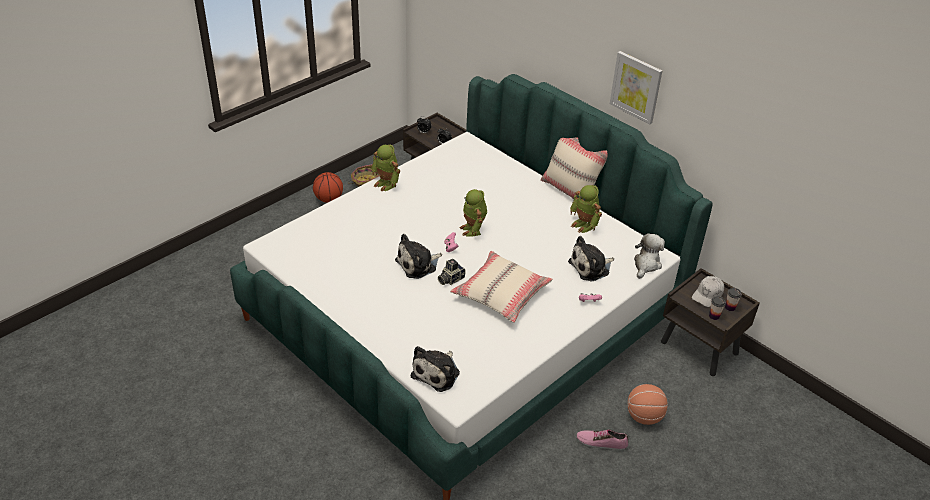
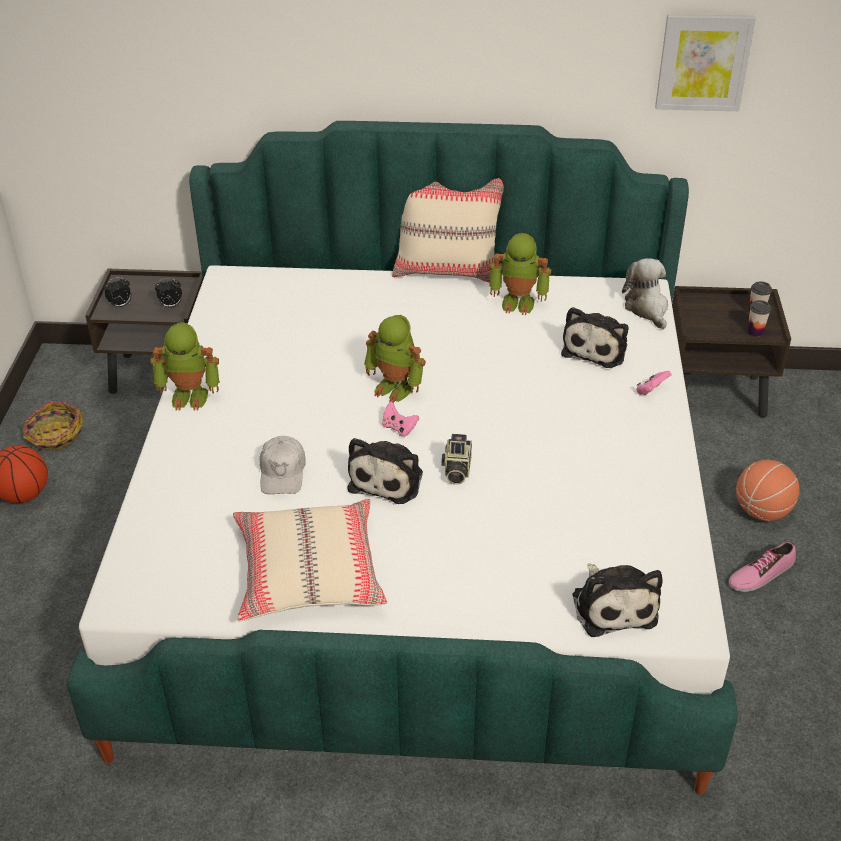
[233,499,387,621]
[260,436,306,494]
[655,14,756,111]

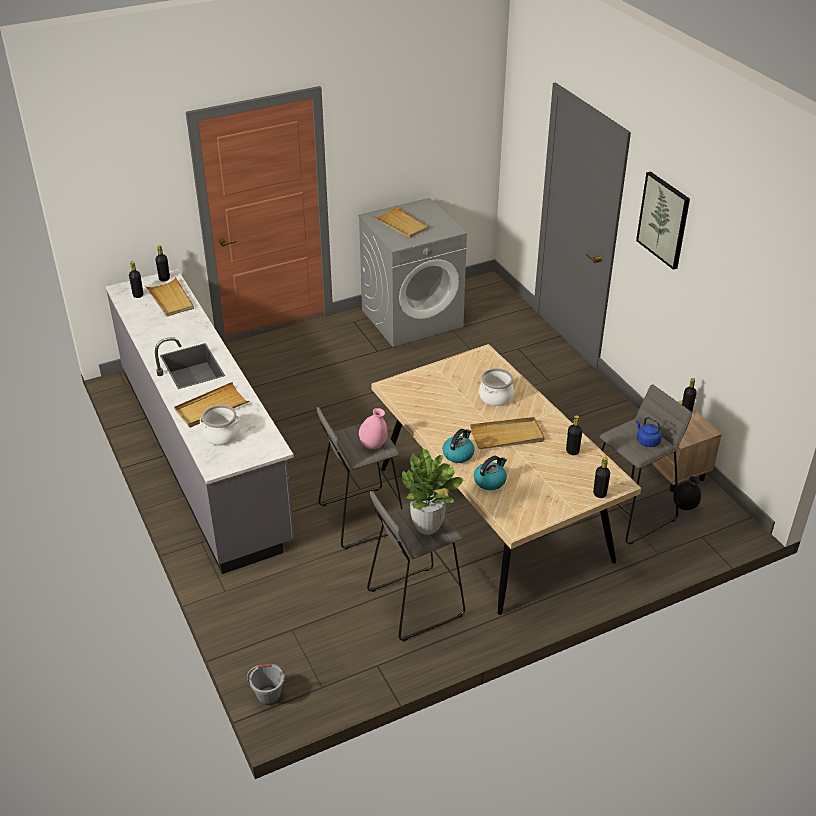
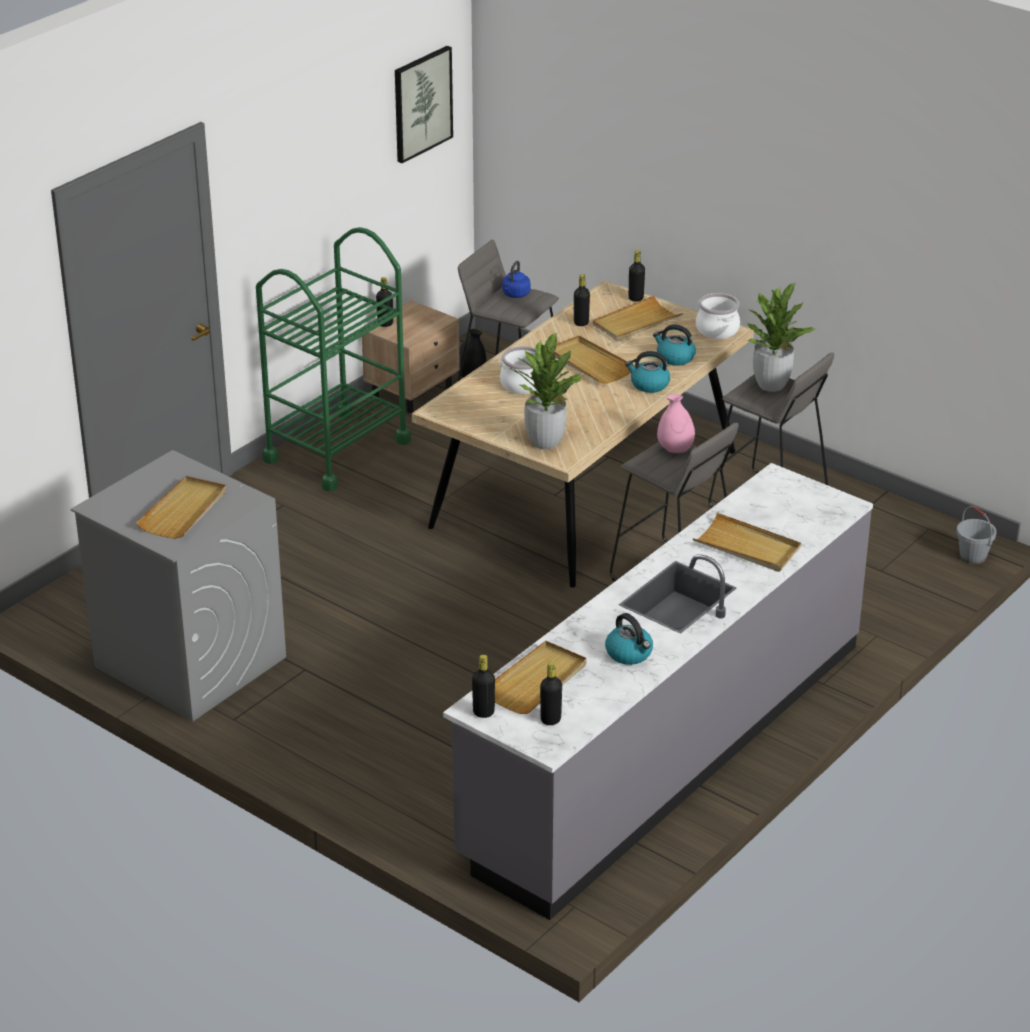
[256,227,411,492]
[395,46,453,163]
[510,333,583,449]
[593,295,683,341]
[605,613,653,665]
[696,293,740,339]

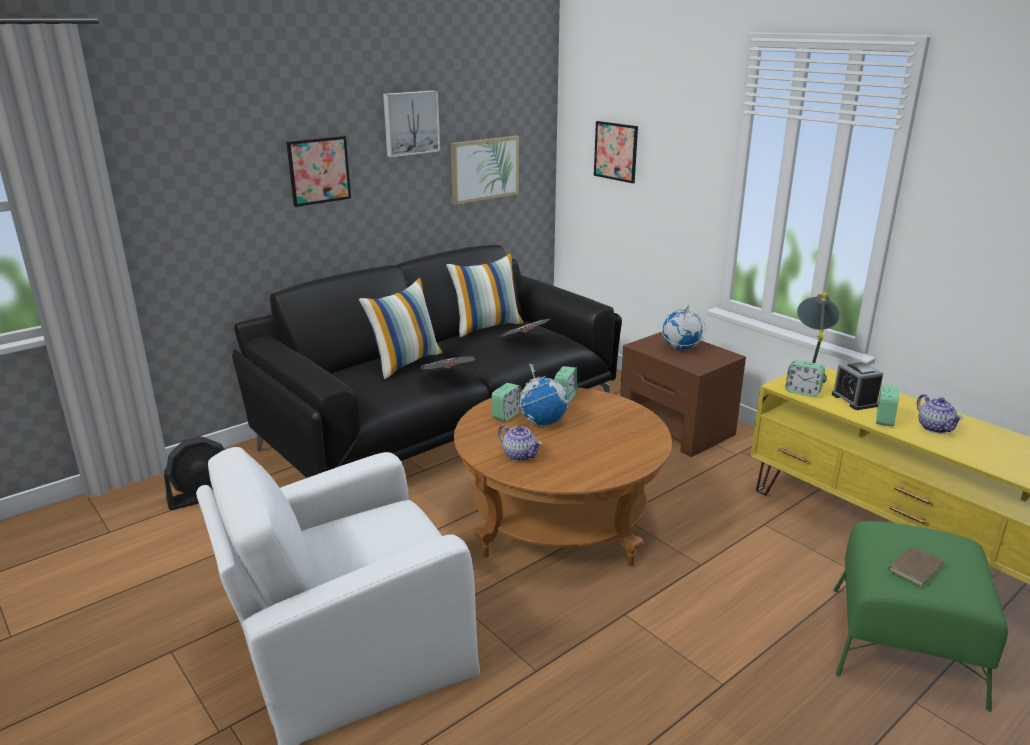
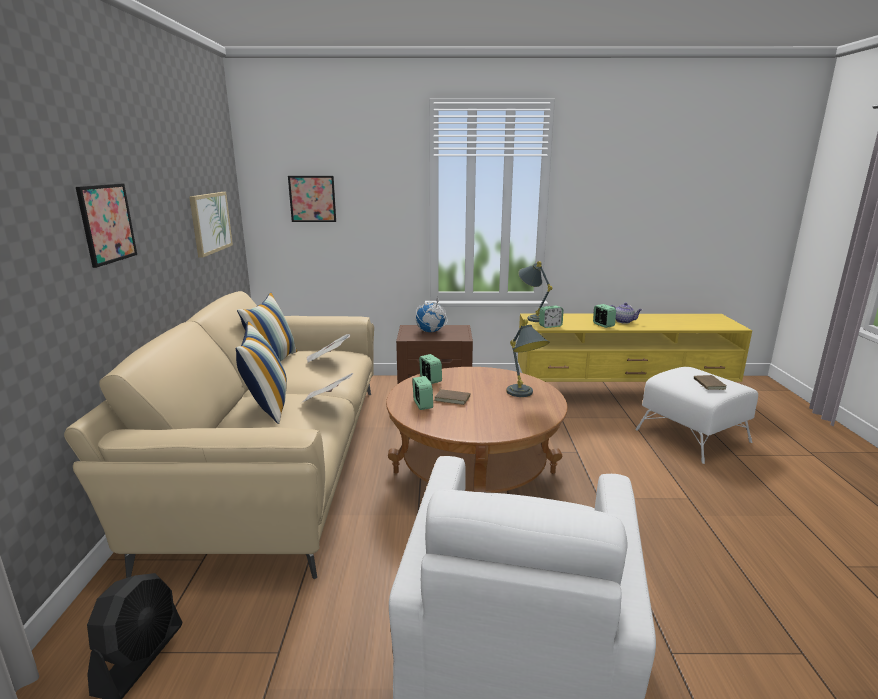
[64,291,374,579]
[434,387,470,405]
[507,319,549,397]
[635,367,758,464]
[383,90,440,157] (first image)
[498,425,542,461] (first image)
[832,361,883,410] (first image)

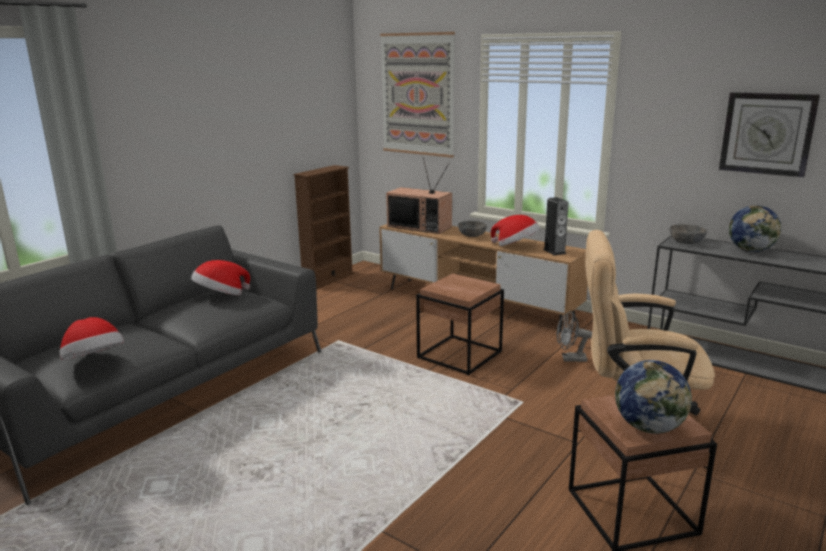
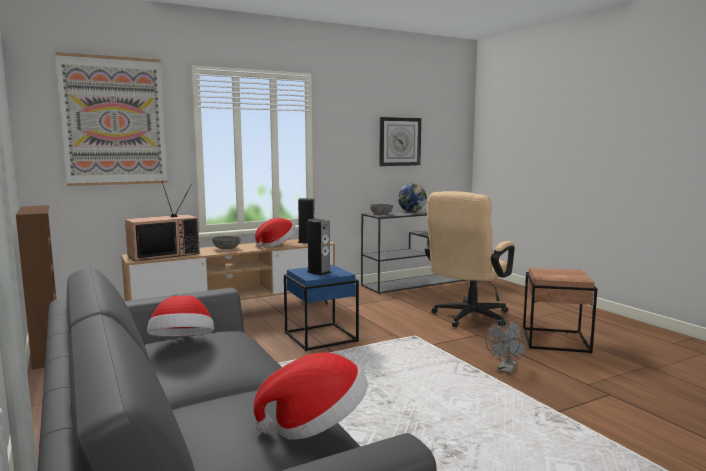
[284,265,359,351]
[307,219,331,275]
[485,319,528,374]
[615,360,692,434] (first image)

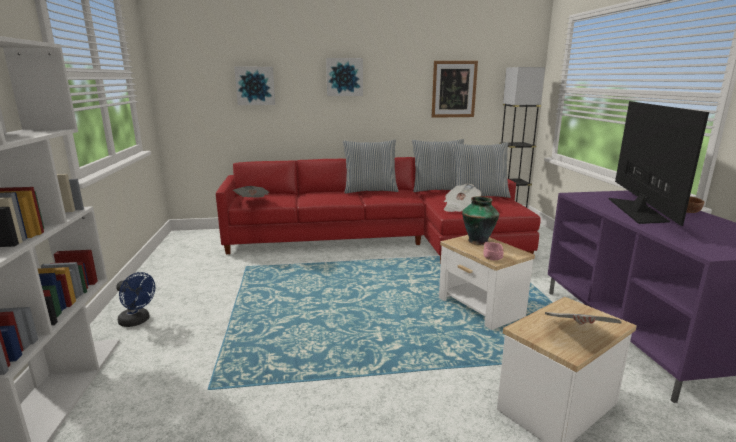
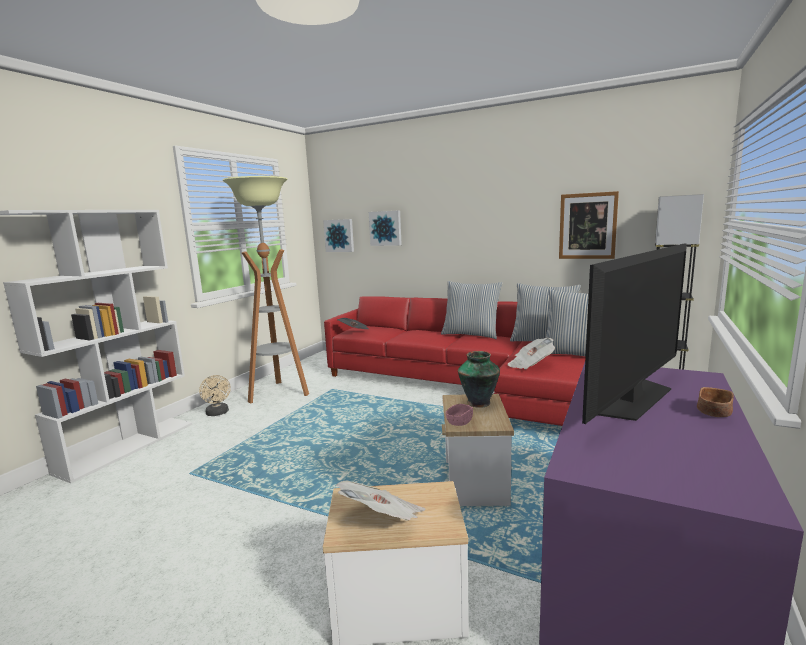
[199,375,231,416]
[223,176,309,404]
[323,219,354,252]

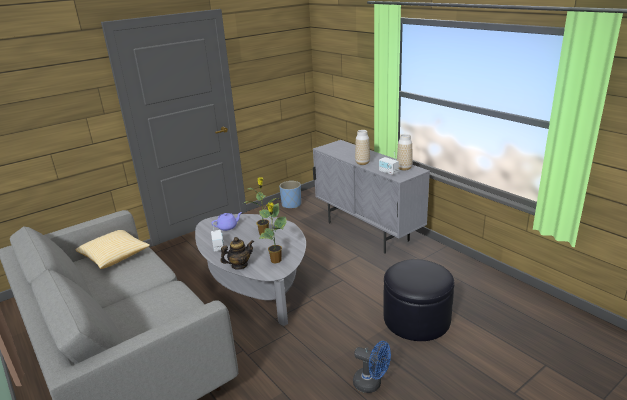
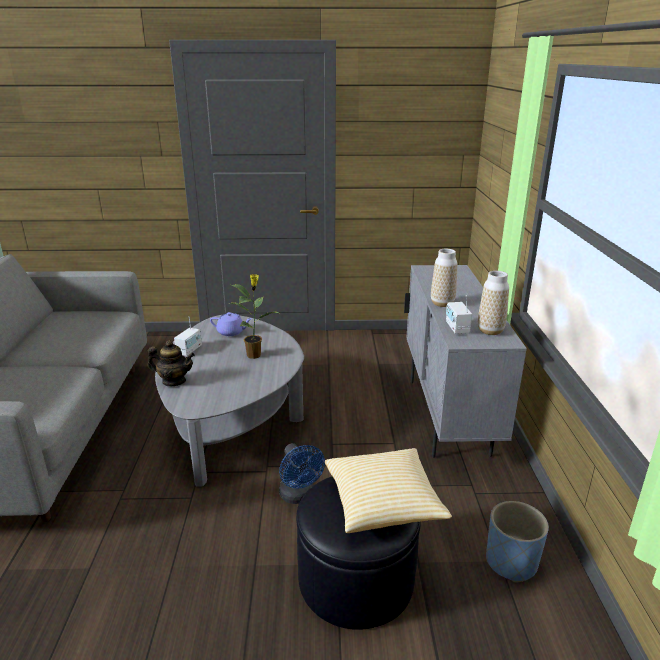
[279,443,325,504]
[325,448,452,533]
[486,501,549,582]
[259,202,287,263] (first image)

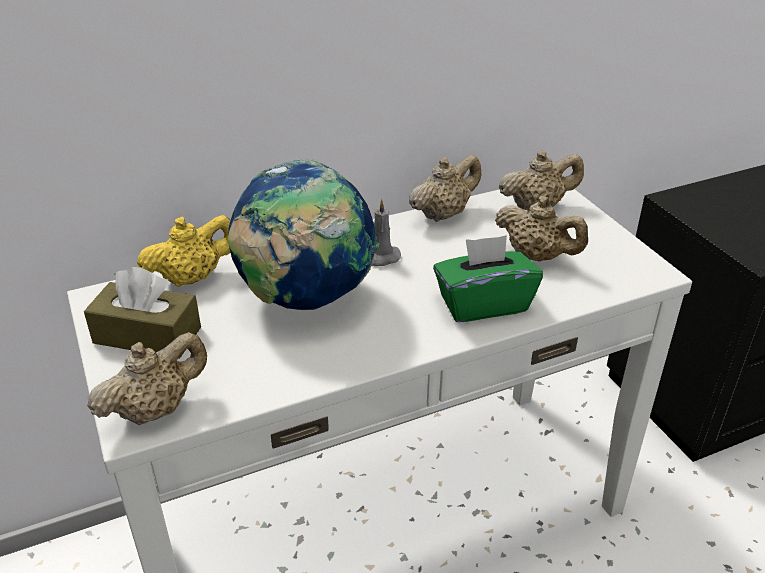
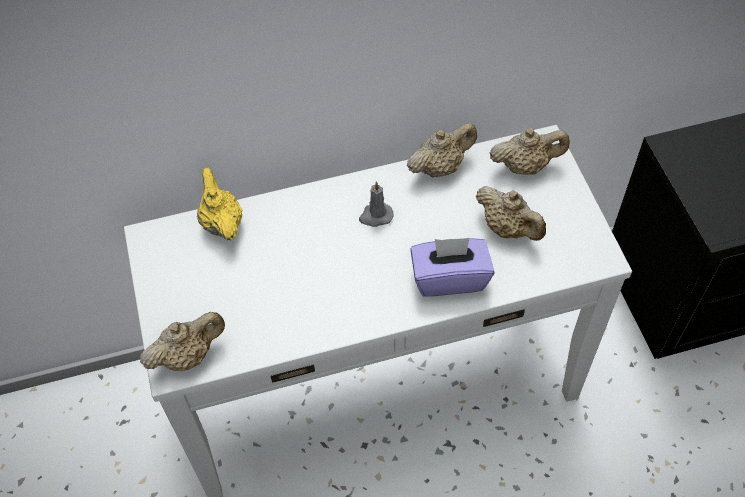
[197,167,242,241]
[410,238,494,297]
[84,267,201,359] (first image)
[228,159,379,311] (first image)

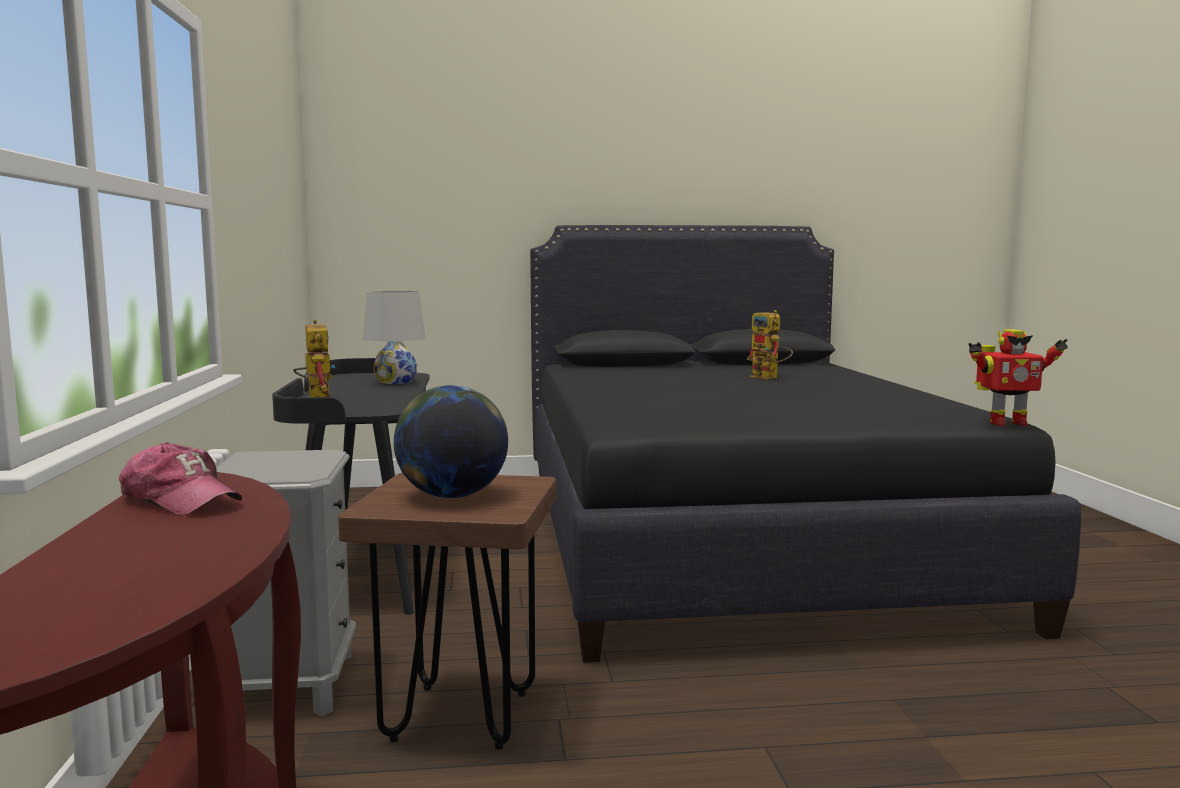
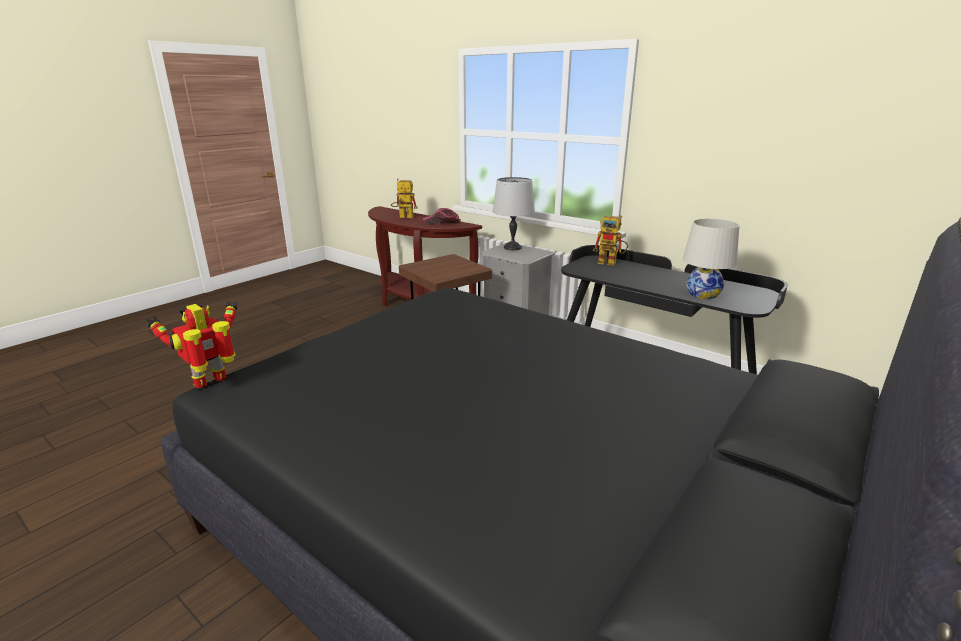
[391,179,418,218]
[493,177,535,250]
[394,385,508,498] (first image)

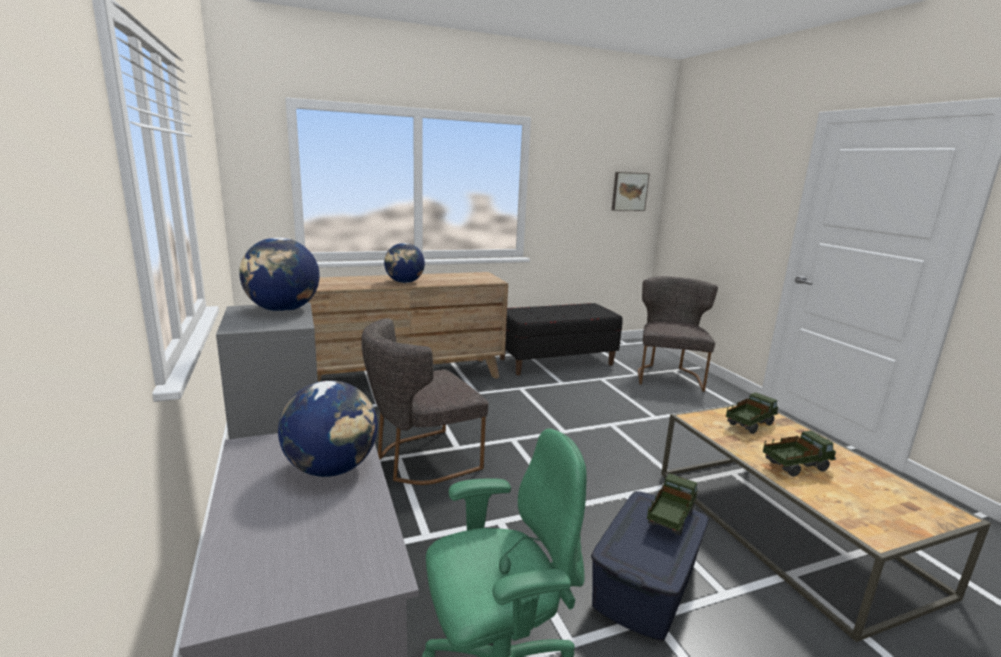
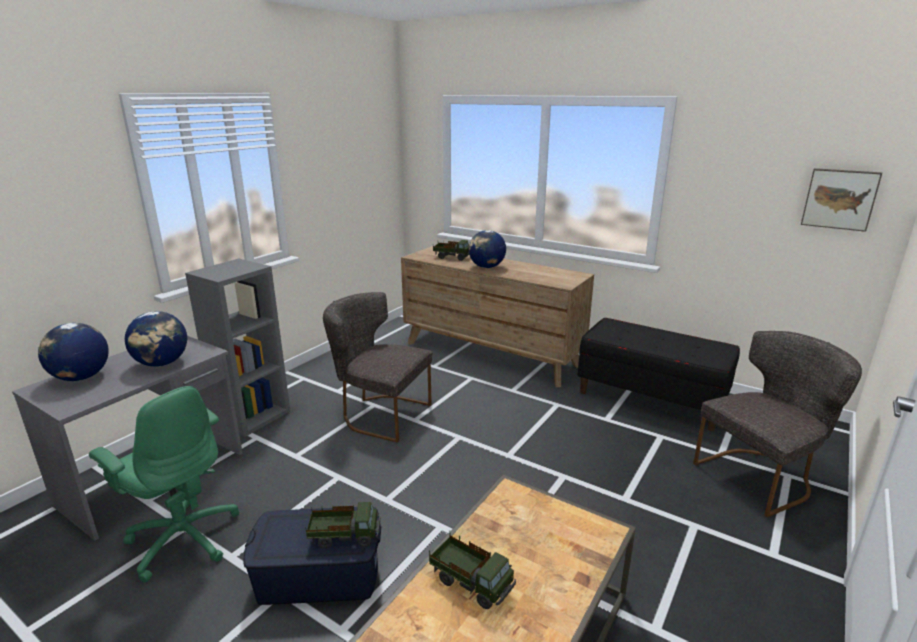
[38,323,109,381]
[433,240,469,261]

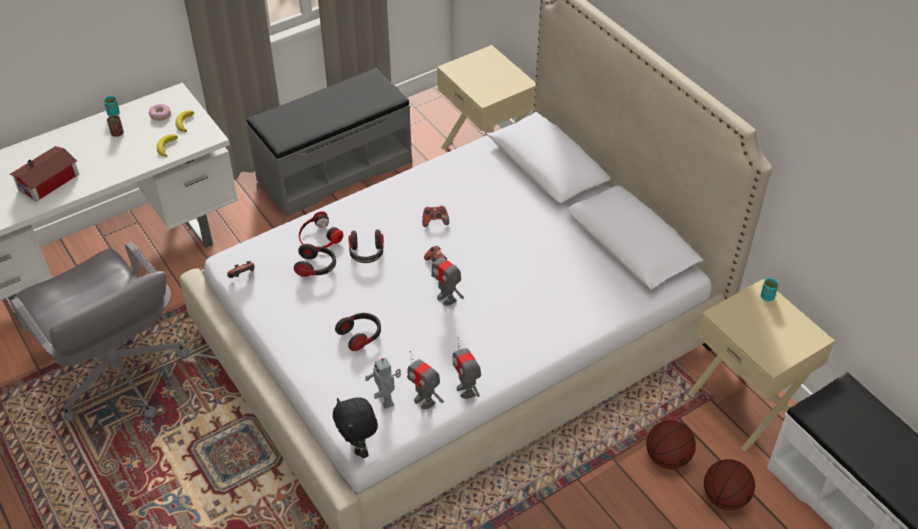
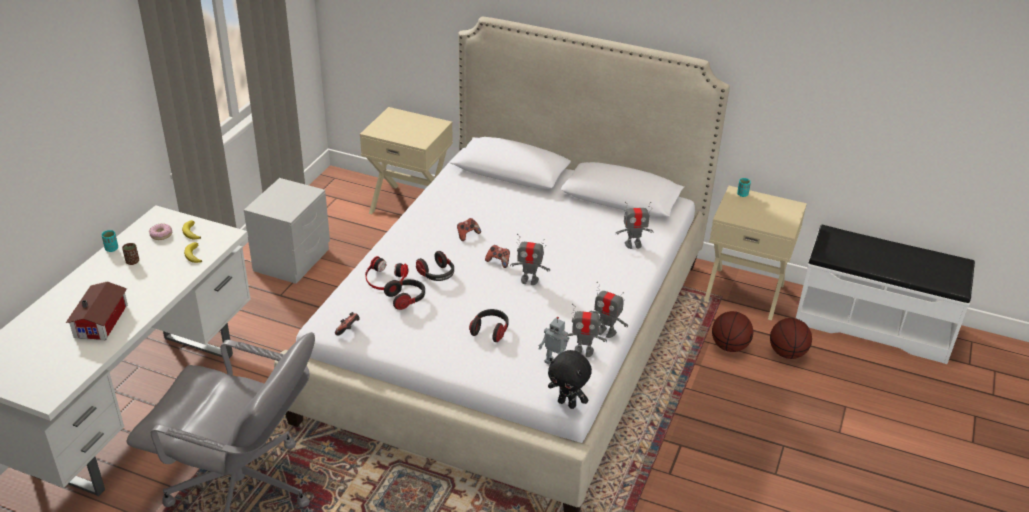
[244,178,330,284]
[615,202,653,249]

